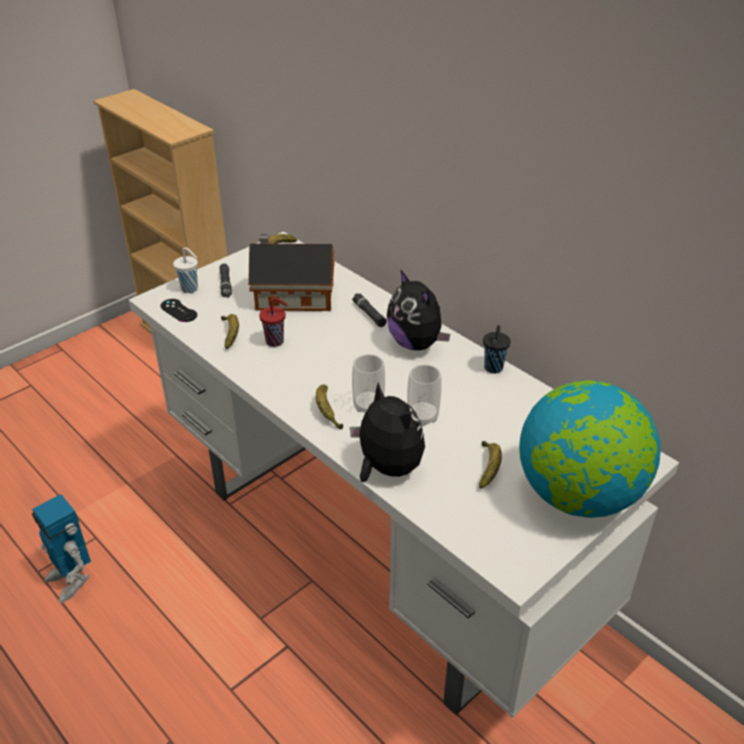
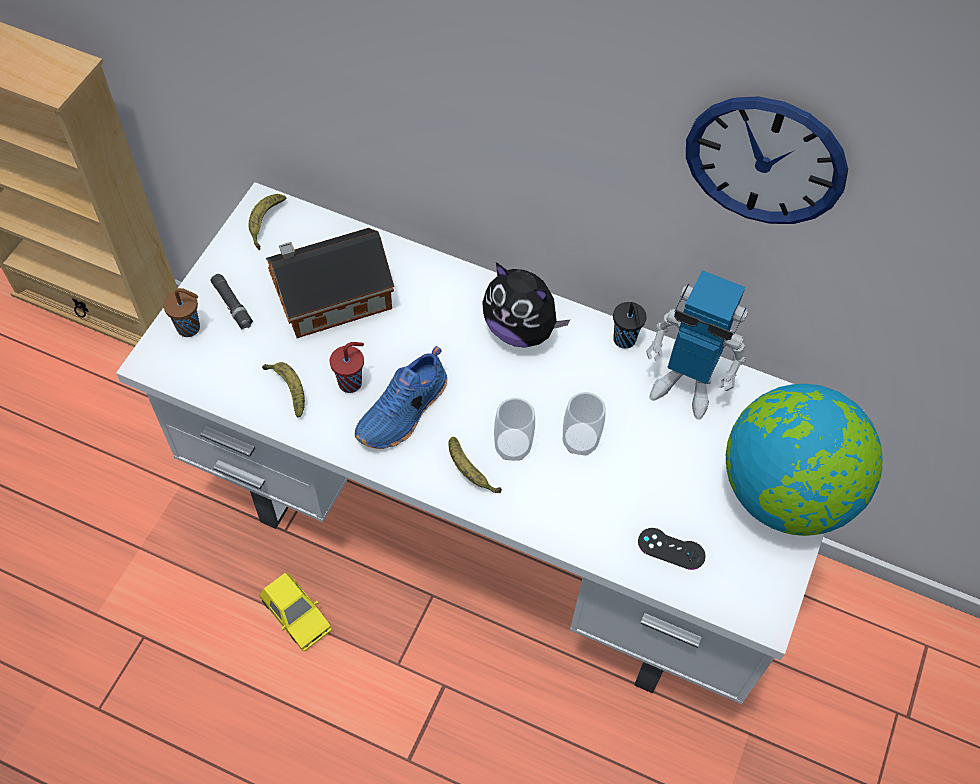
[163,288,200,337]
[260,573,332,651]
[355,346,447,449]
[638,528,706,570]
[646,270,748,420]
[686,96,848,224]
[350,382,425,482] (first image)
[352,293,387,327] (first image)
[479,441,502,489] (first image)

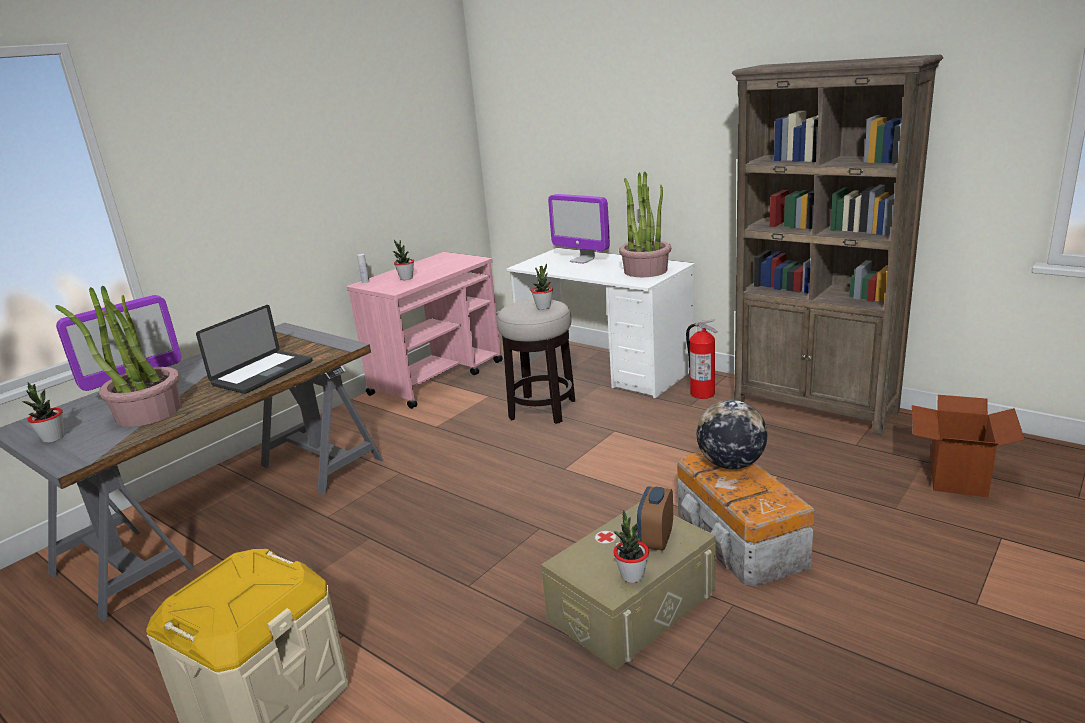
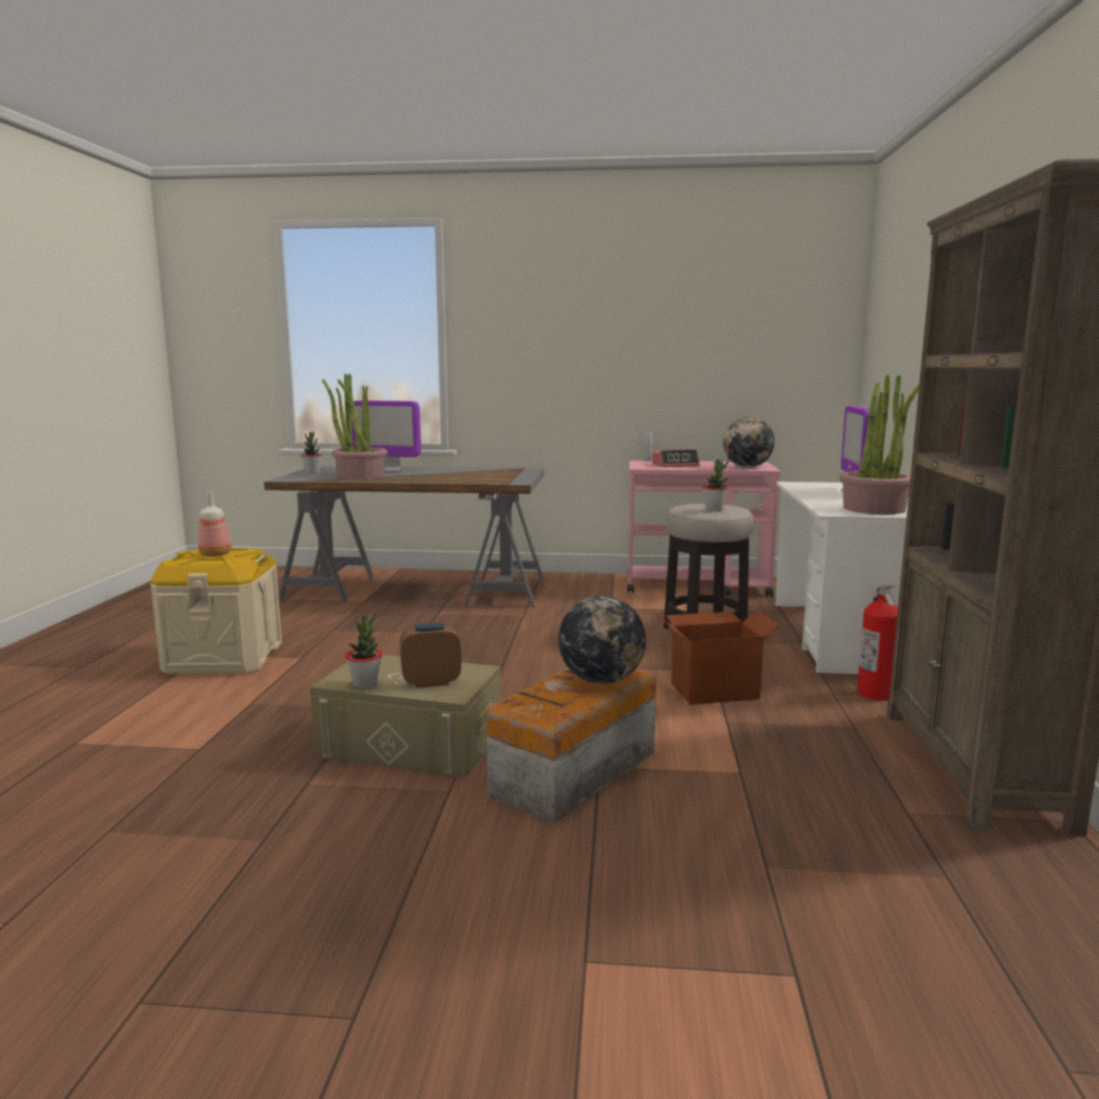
[198,492,231,556]
[652,449,700,467]
[659,610,780,705]
[723,417,775,468]
[196,305,312,394] (first image)

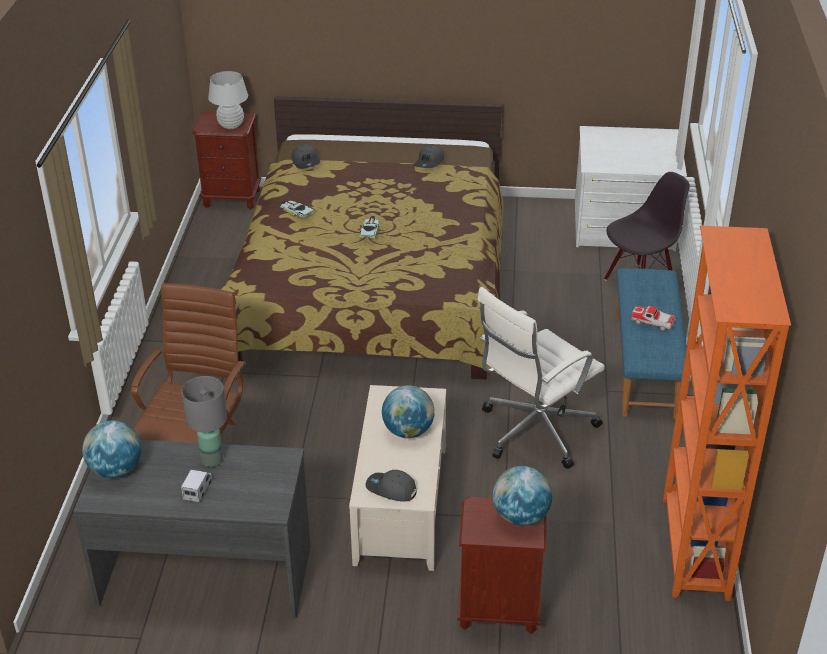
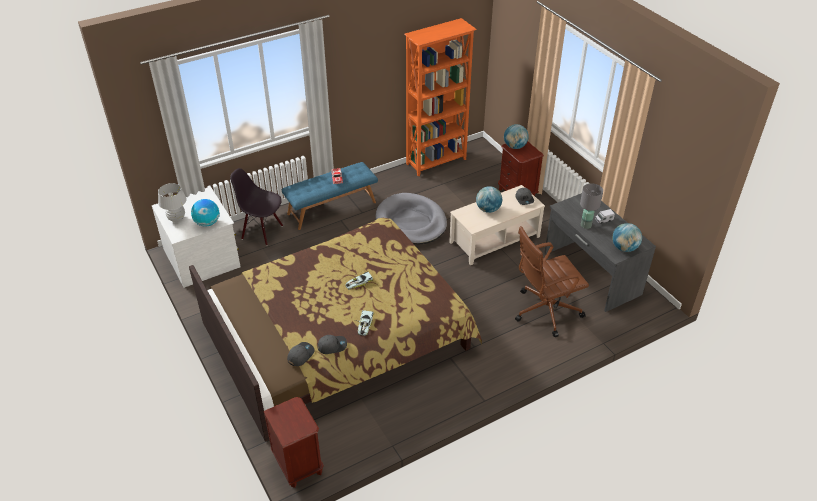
[158,183,187,222]
[191,199,220,227]
[317,335,347,354]
[375,193,447,245]

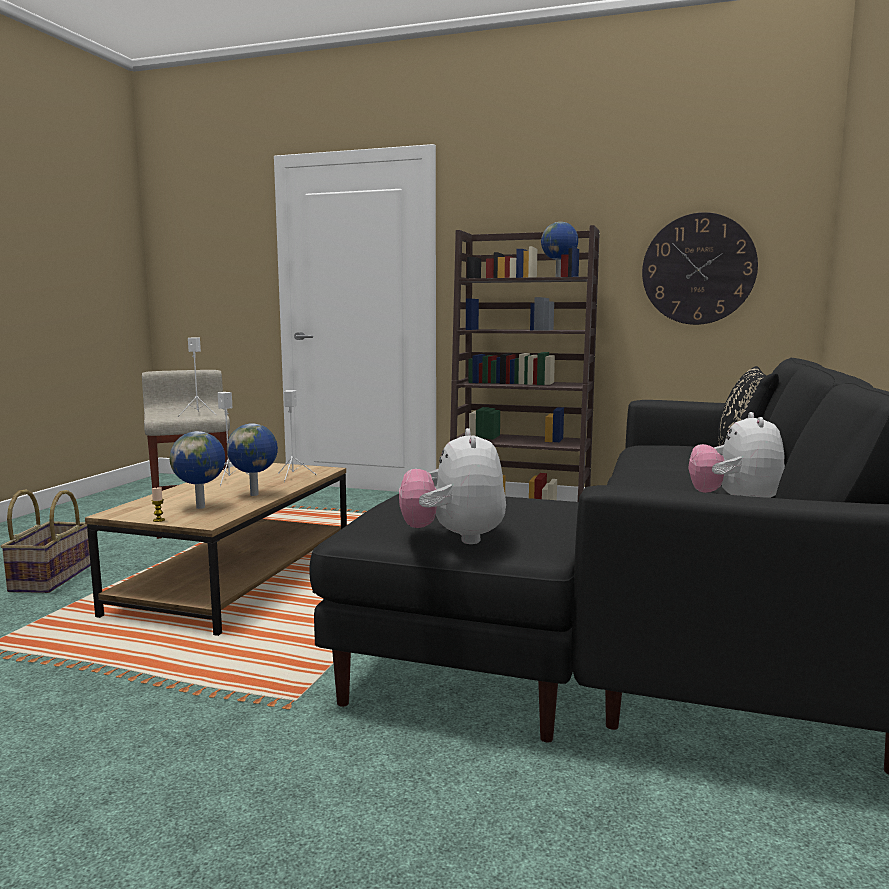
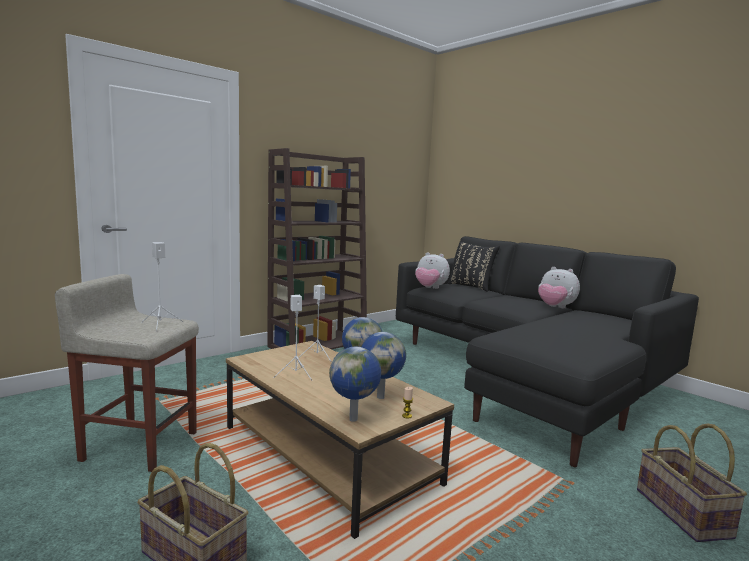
[329,347,381,422]
[415,252,450,289]
[637,423,747,542]
[642,212,758,325] (first image)

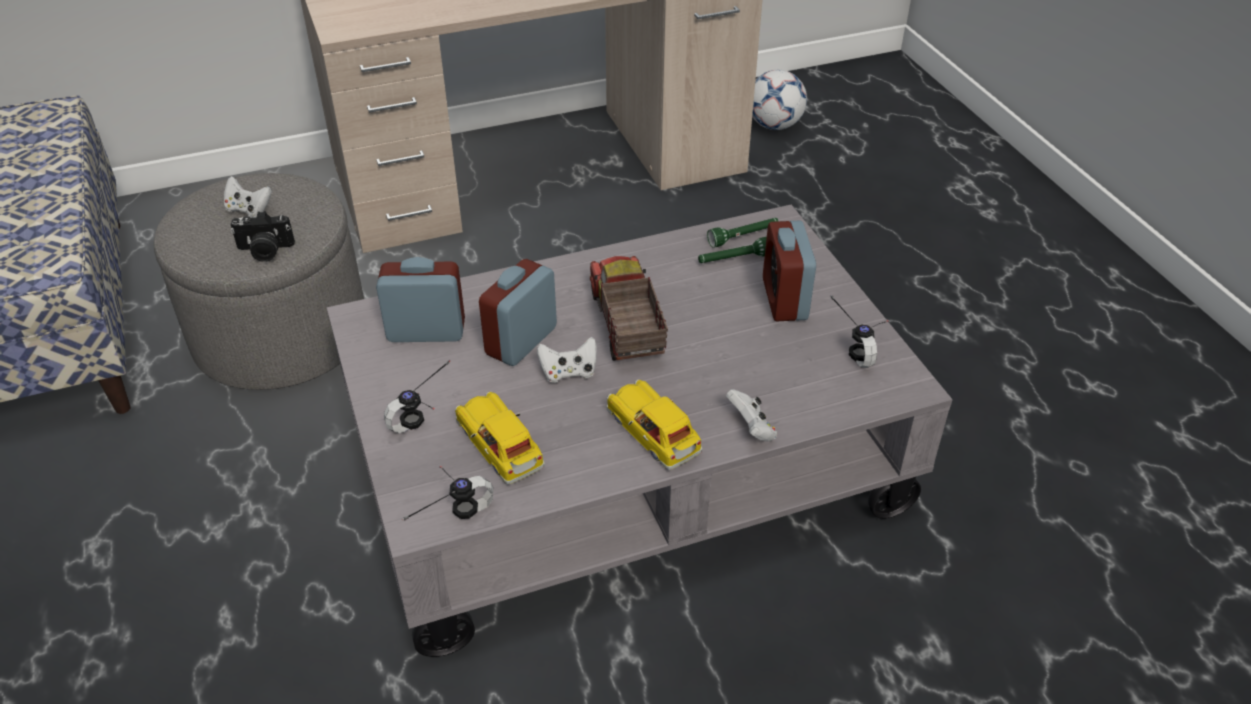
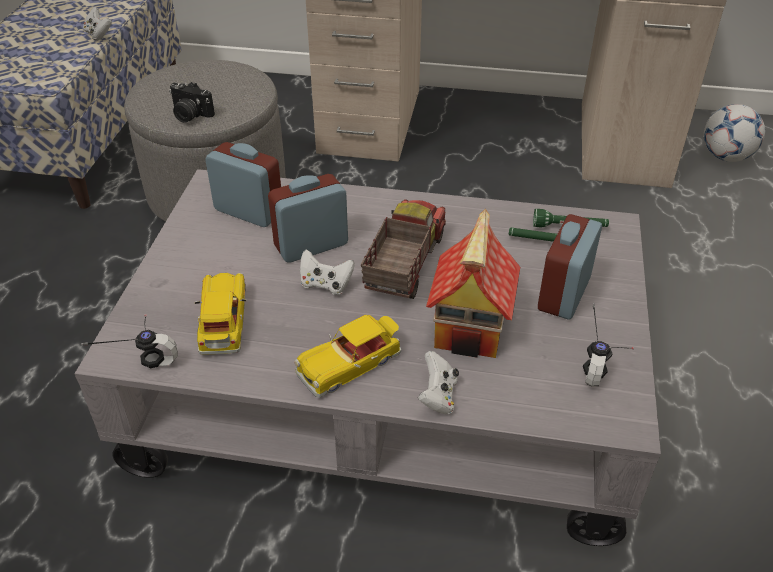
[83,7,112,40]
[295,315,401,398]
[426,209,520,358]
[384,360,450,434] (first image)

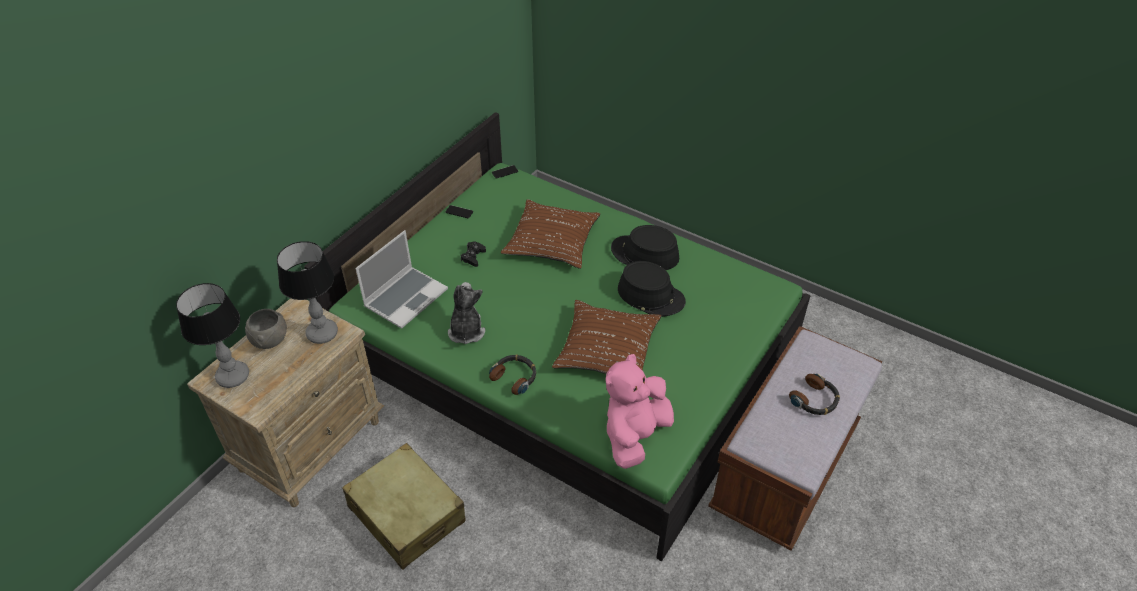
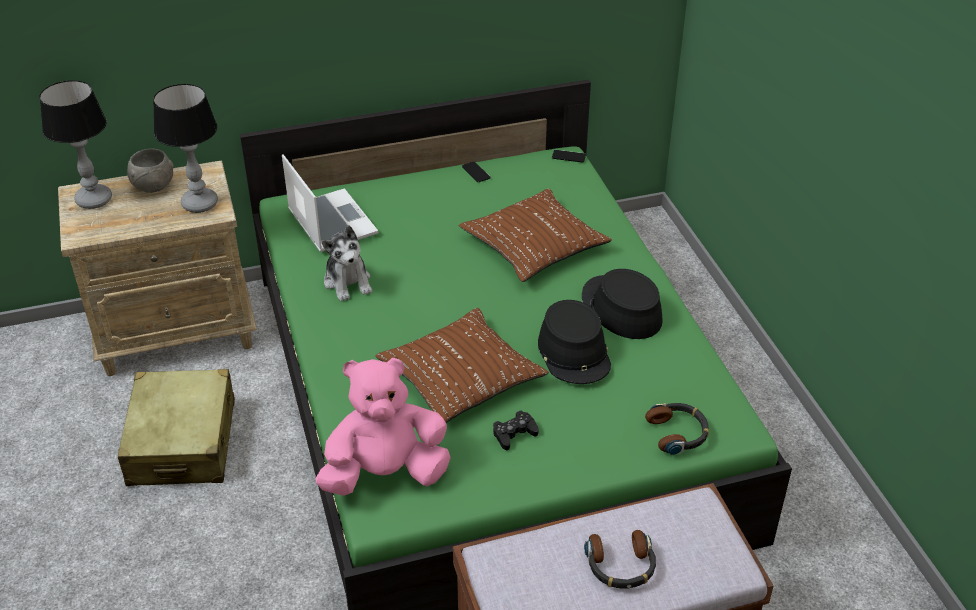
[282,154,378,252]
[321,226,372,301]
[493,410,539,450]
[645,403,709,455]

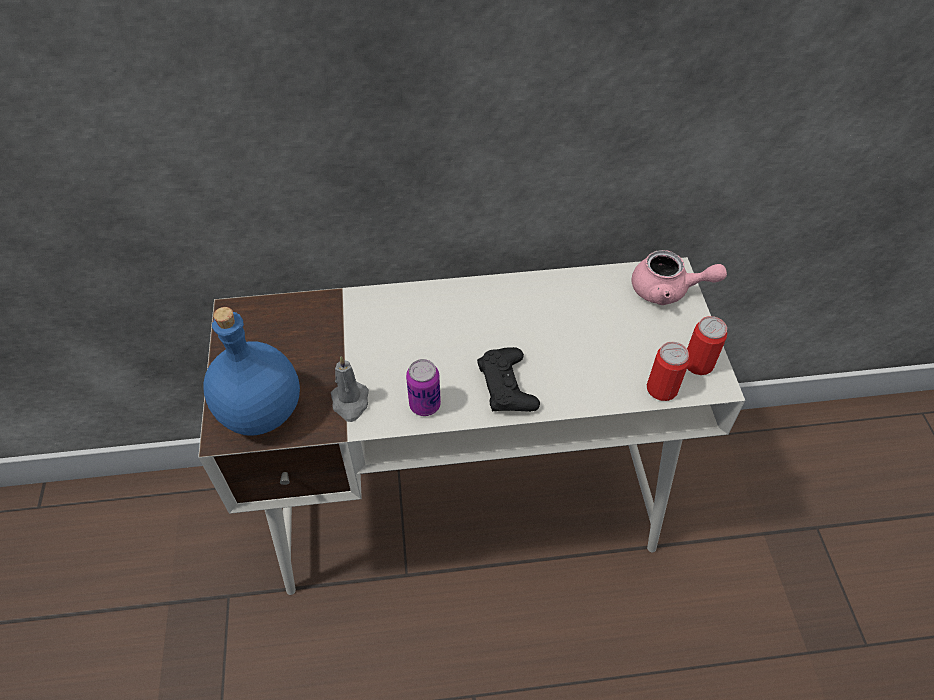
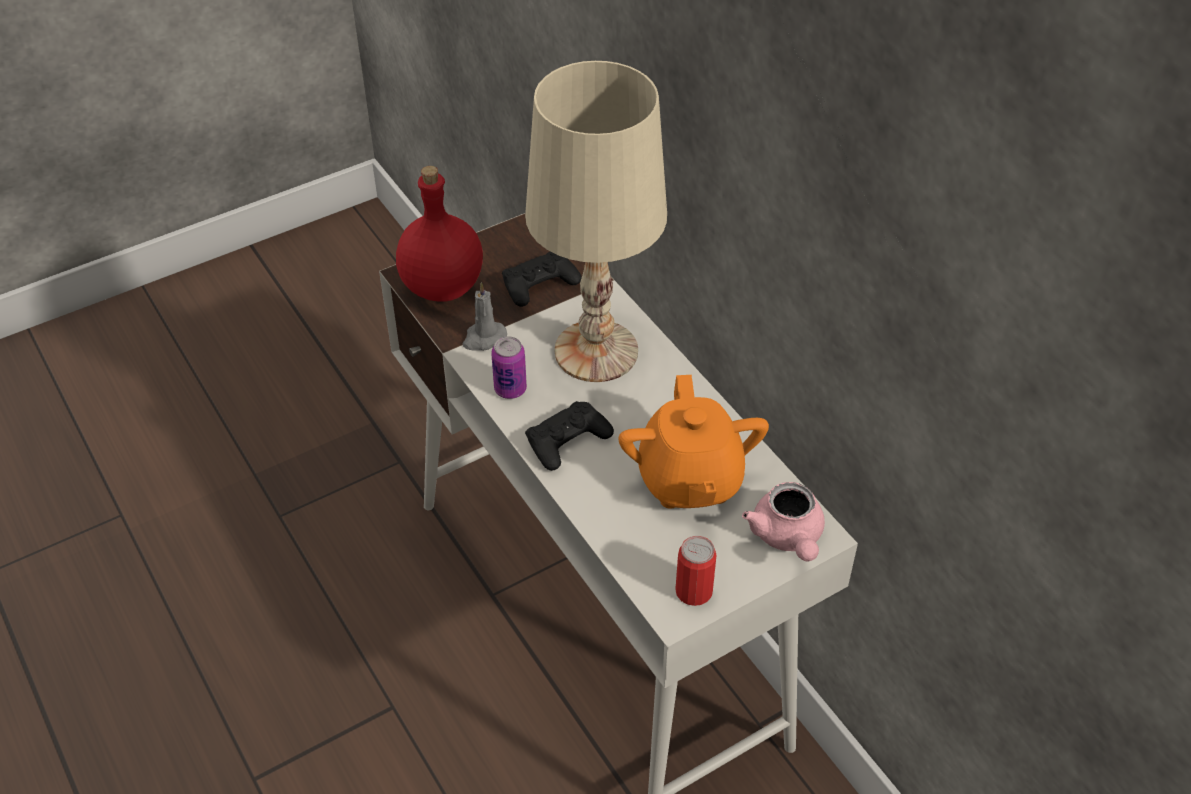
[396,166,483,302]
[502,252,582,307]
[525,61,667,382]
[618,375,769,509]
[647,342,690,401] (first image)

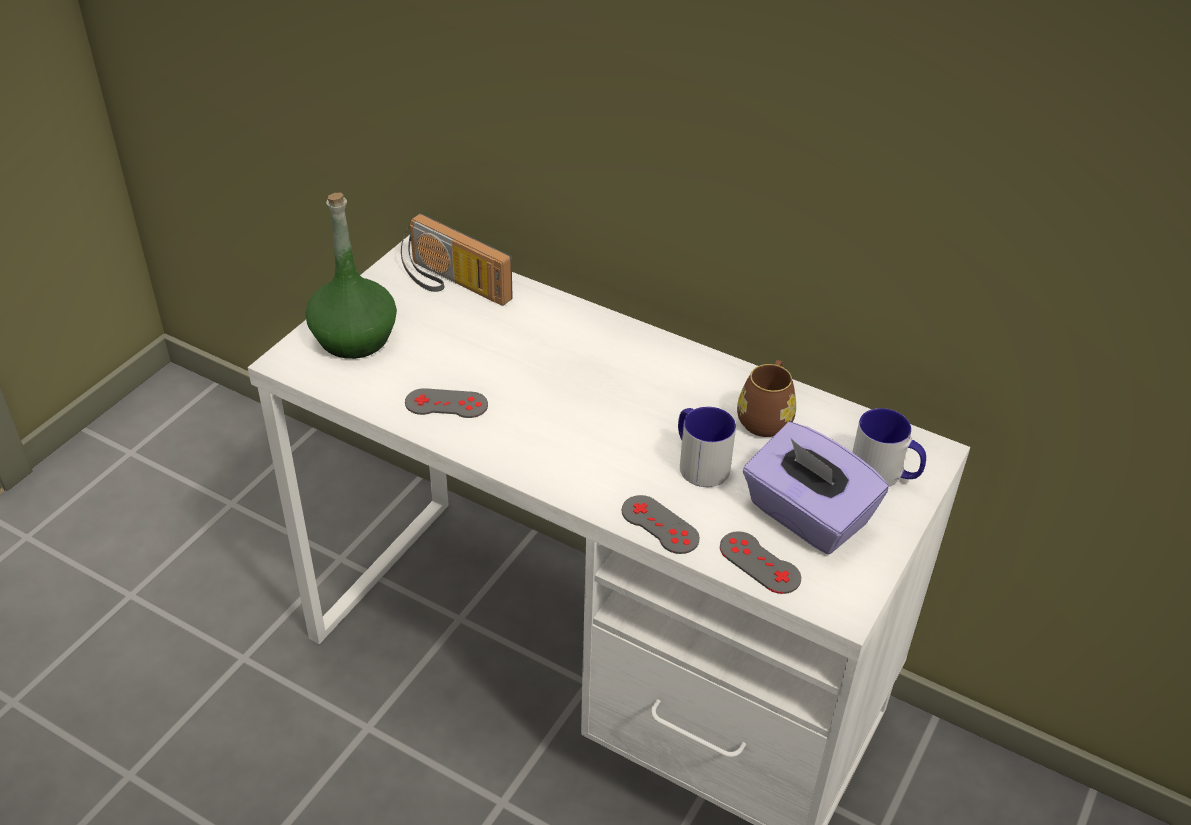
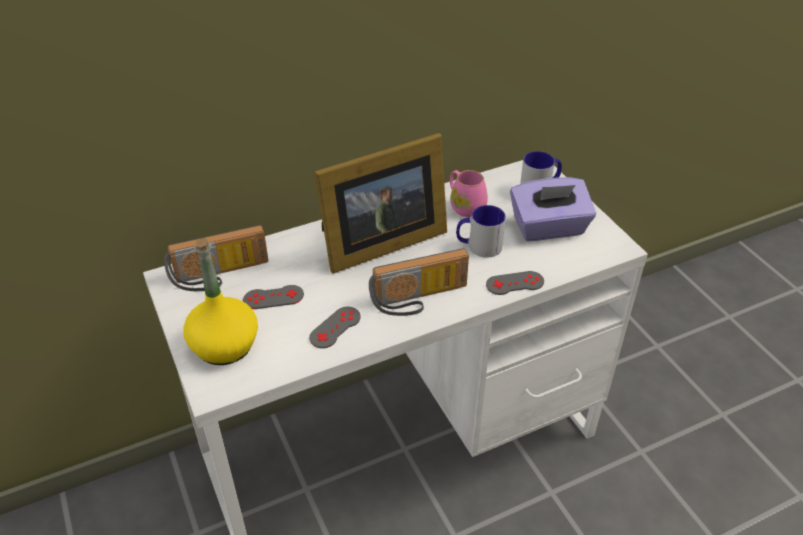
[183,238,258,365]
[243,285,304,309]
[315,133,447,274]
[369,248,469,316]
[450,170,488,217]

